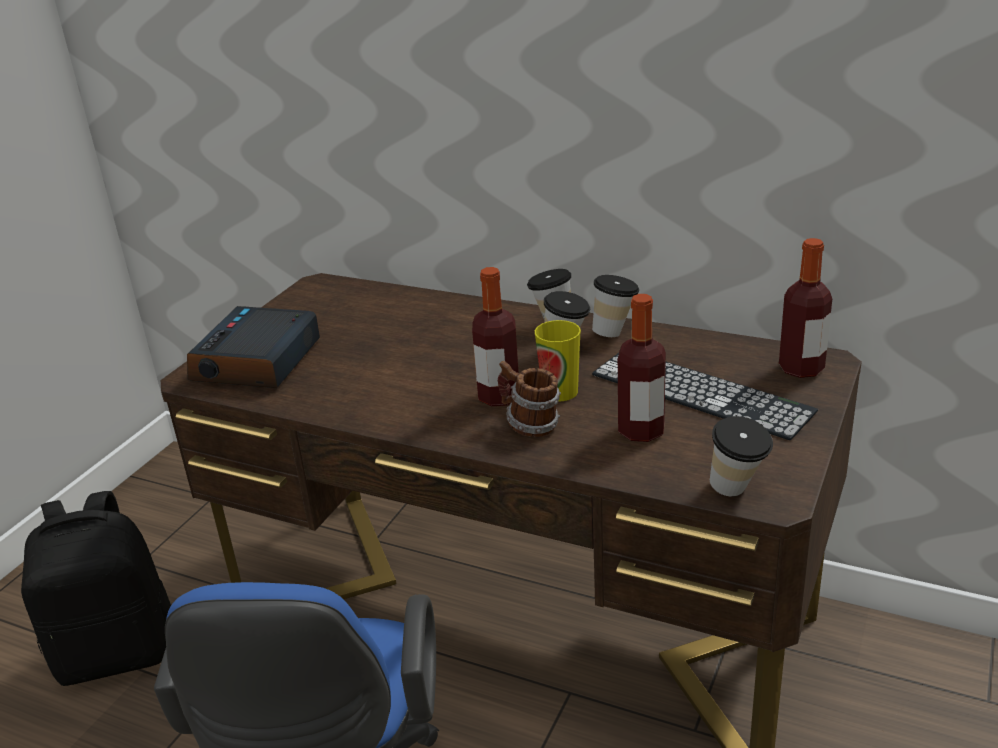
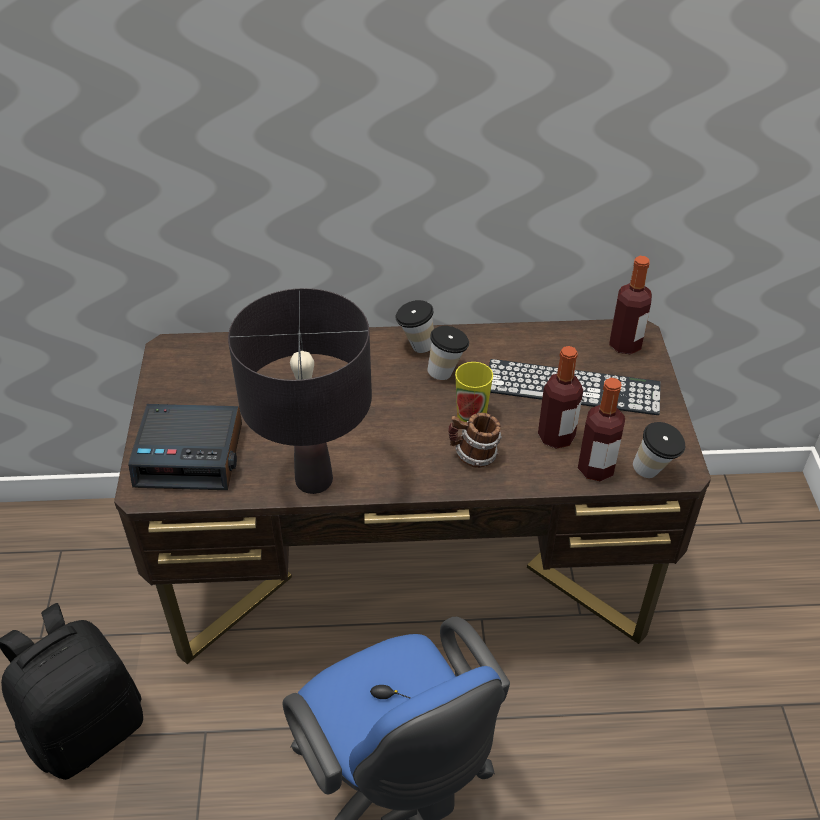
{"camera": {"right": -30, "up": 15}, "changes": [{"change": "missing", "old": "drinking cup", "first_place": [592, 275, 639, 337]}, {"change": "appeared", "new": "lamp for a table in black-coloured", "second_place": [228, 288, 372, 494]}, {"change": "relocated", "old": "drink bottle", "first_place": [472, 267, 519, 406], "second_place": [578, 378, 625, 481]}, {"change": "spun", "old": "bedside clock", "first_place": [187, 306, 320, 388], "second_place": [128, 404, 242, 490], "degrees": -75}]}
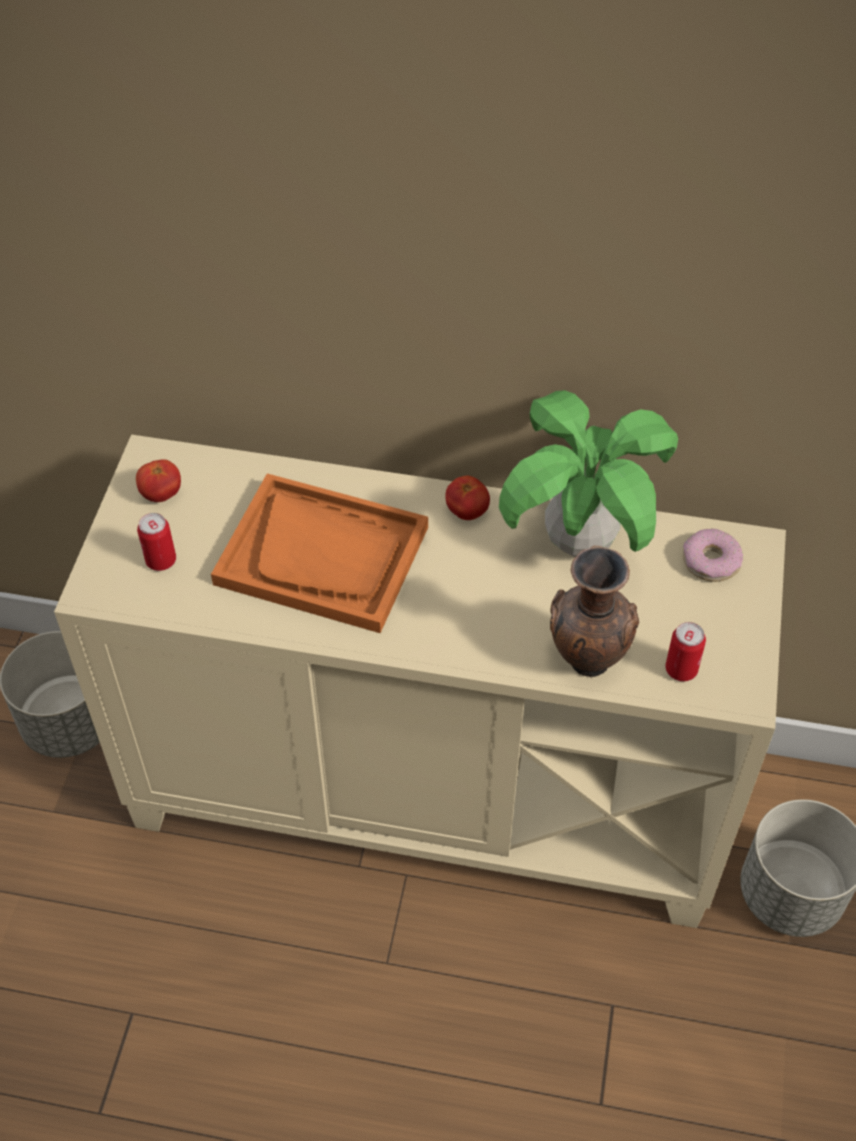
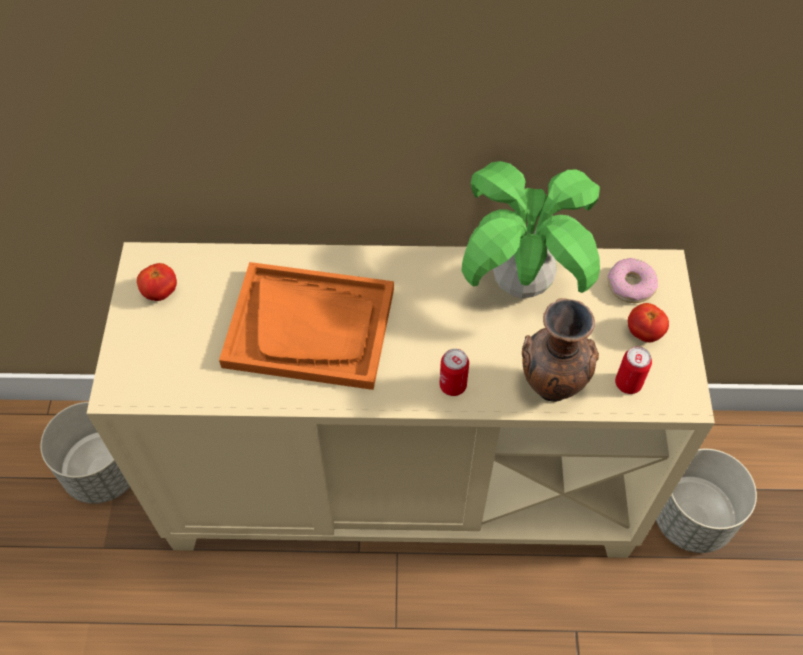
{"camera": {"right": -10, "up": 5}, "changes": [{"change": "relocated", "old": "can", "first_place": [137, 513, 176, 571], "second_place": [439, 349, 469, 396]}, {"change": "relocated", "old": "whole tomato", "first_place": [445, 476, 490, 520], "second_place": [628, 303, 669, 342]}]}
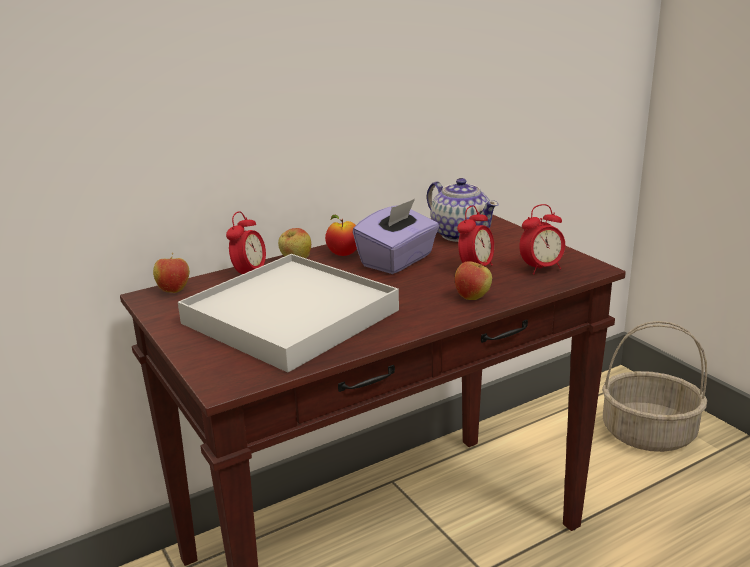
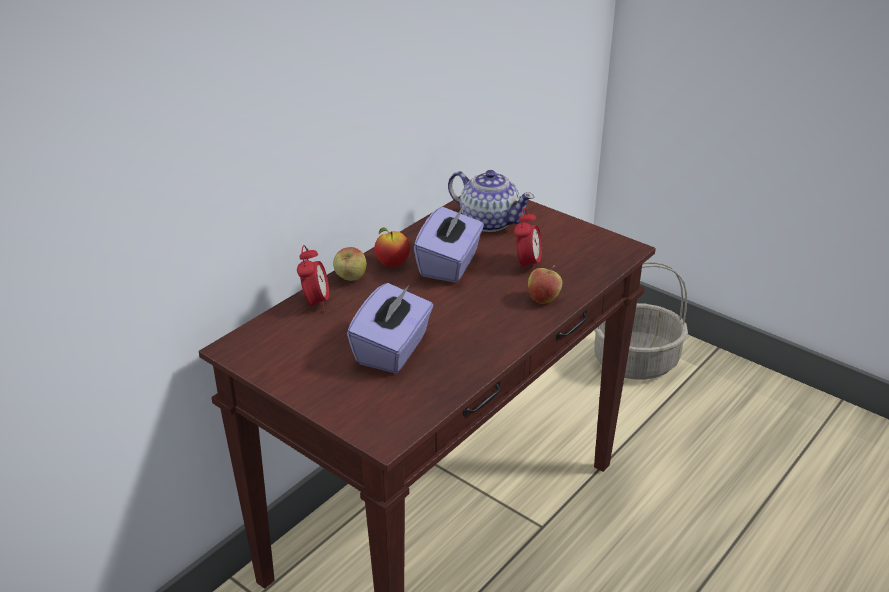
{"camera": {"right": -20, "up": 10}, "changes": [{"change": "missing", "old": "whole apple", "first_place": [153, 253, 190, 293]}, {"change": "missing", "old": "bedside clock", "first_place": [519, 204, 565, 274]}, {"change": "exchanged", "old": "carrying tray in whitish", "new": "tissue holder in purple", "first_place": [178, 254, 399, 373], "second_place": [347, 283, 433, 373]}]}
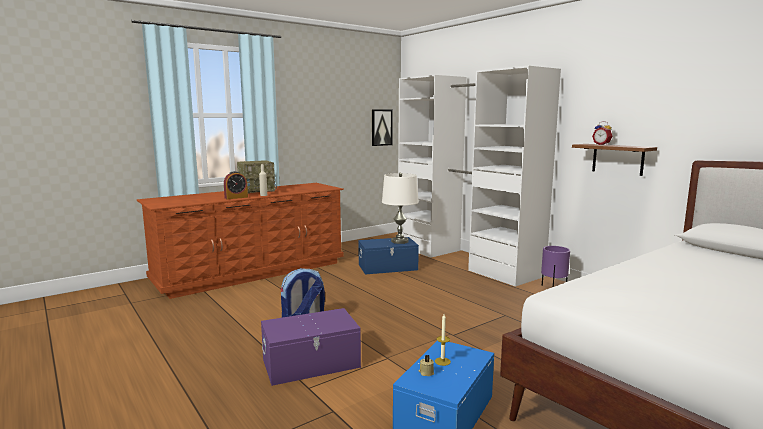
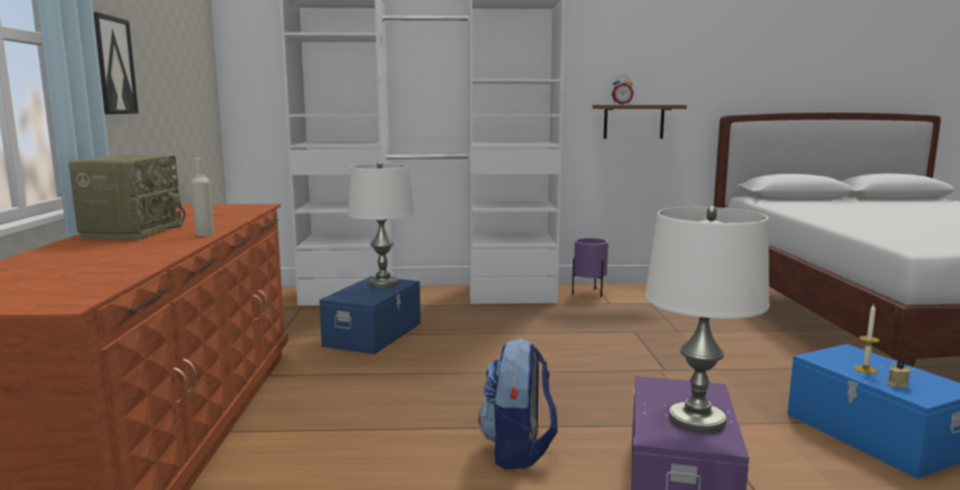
{"camera": {"right": -55, "up": 0}, "changes": [{"change": "missing", "old": "bedside clock", "first_place": [224, 171, 248, 199]}, {"change": "appeared", "new": "lamp for a table in whitish", "second_place": [645, 206, 770, 434]}, {"change": "relocated", "old": "wall picture", "first_place": [372, 109, 393, 146], "second_place": [93, 12, 139, 114]}]}
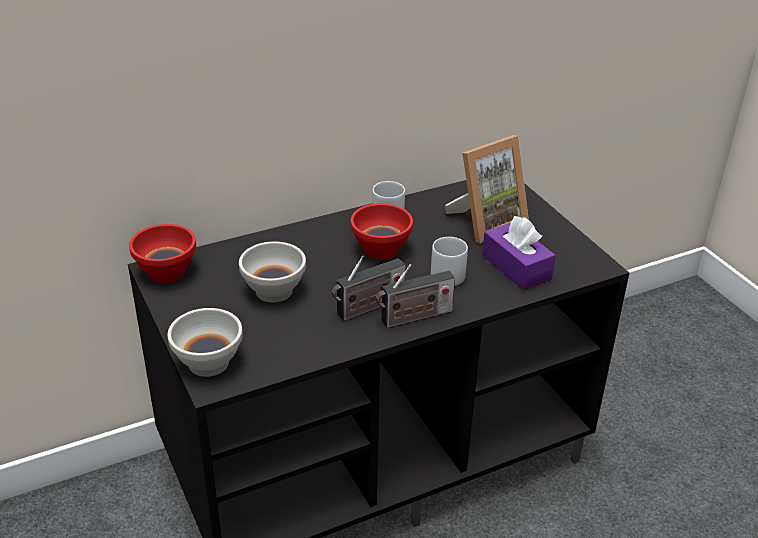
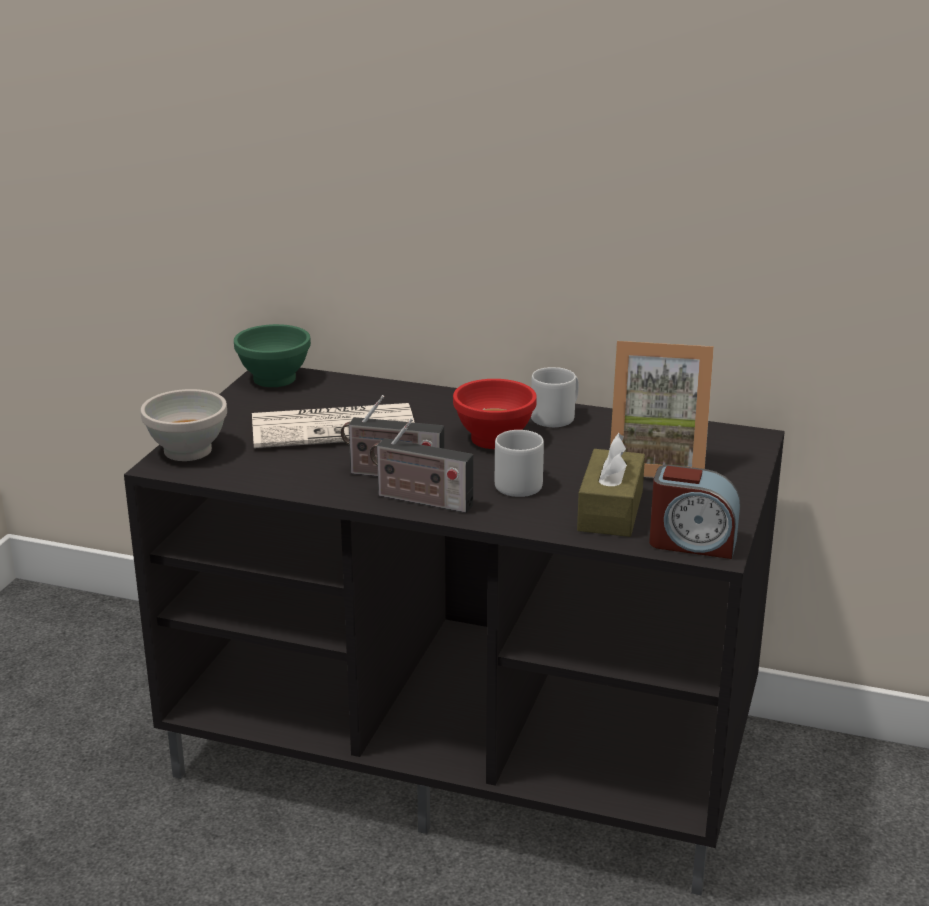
{"camera": {"right": 45, "up": -10}, "changes": [{"change": "appeared", "new": "bedside clock", "second_place": [649, 465, 740, 559]}, {"change": "exchanged", "old": "serving bowl in whitish", "new": "newspaper", "first_place": [239, 241, 306, 303], "second_place": [252, 403, 415, 448]}, {"change": "colour", "old": "serving bowl in red-coloured", "new": "serving bowl in greenish", "first_place": [129, 224, 196, 283], "second_place": [234, 324, 311, 387]}, {"change": "colour", "old": "tissue holder in purple", "new": "tissue holder in brown-coloured", "first_place": [482, 216, 556, 290], "second_place": [577, 433, 645, 537]}]}
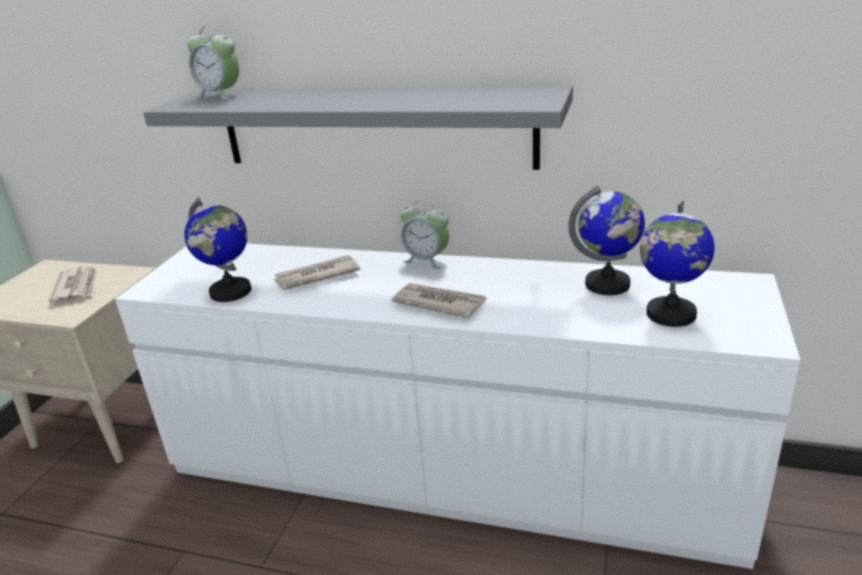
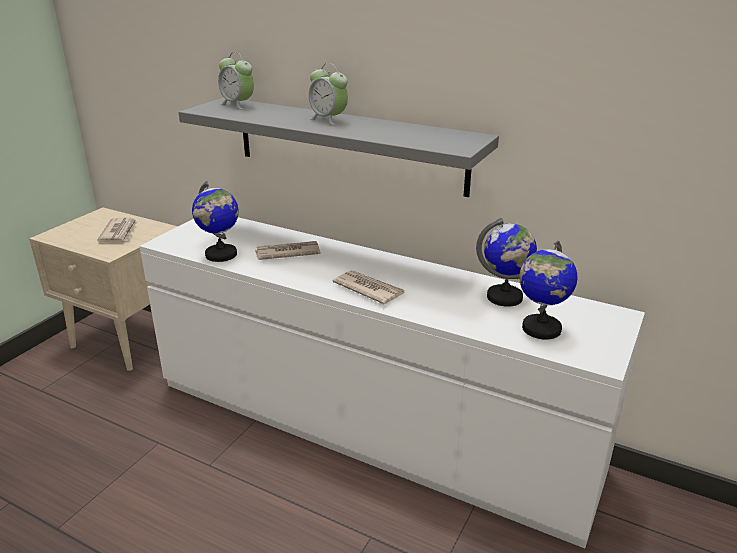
{"camera": {"right": 10, "up": 0}, "changes": [{"change": "relocated", "old": "bedside clock", "first_place": [400, 200, 449, 269], "second_place": [309, 63, 348, 125]}]}
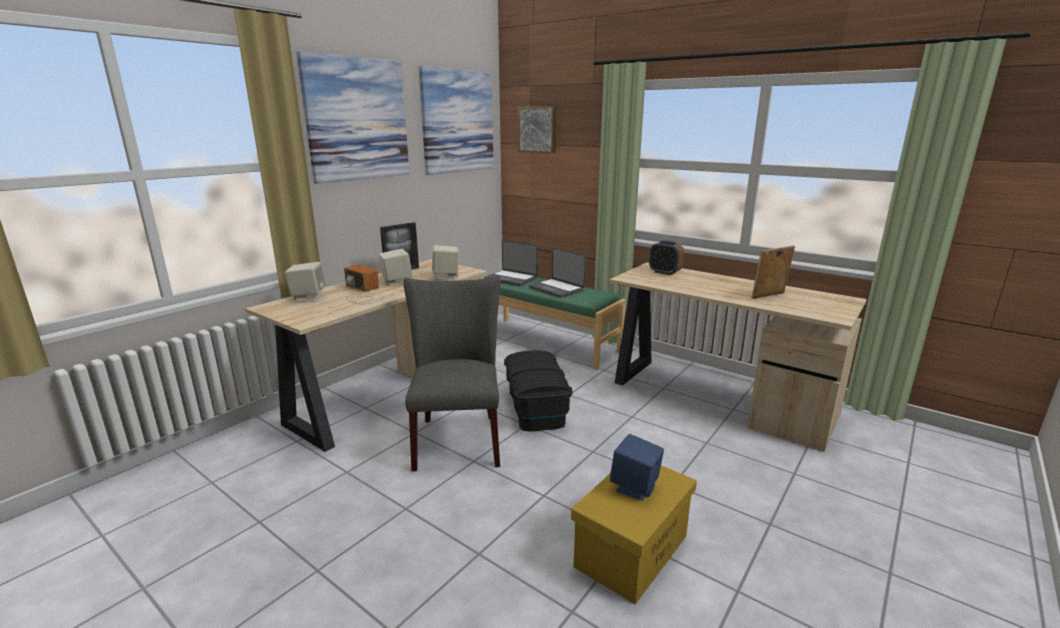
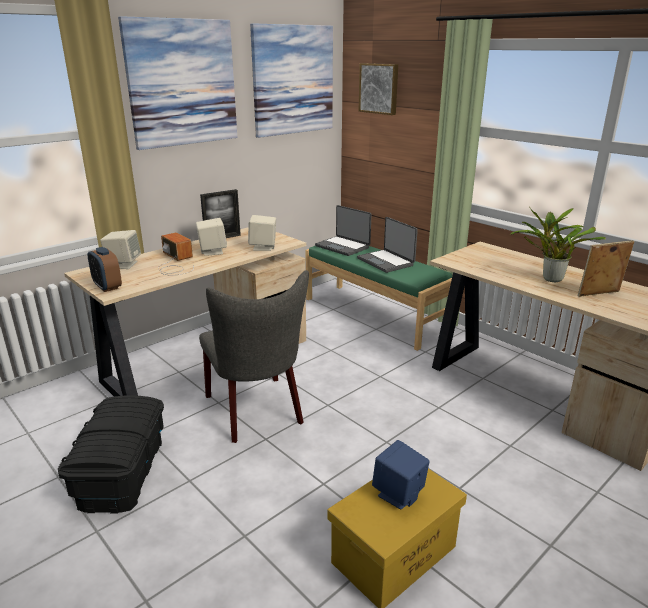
{"camera": {"right": 10, "up": 5}, "changes": [{"change": "appeared", "new": "potted plant", "second_place": [510, 207, 606, 282]}, {"change": "relocated", "old": "storage box in black-coloured", "first_place": [504, 350, 573, 432], "second_place": [58, 395, 164, 513]}, {"change": "relocated", "old": "bedside clock", "first_place": [649, 240, 684, 275], "second_place": [88, 247, 122, 292]}, {"change": "spun", "old": "plain chair in greyish", "first_place": [404, 276, 501, 471], "second_place": [199, 270, 309, 443], "degrees": 150}]}
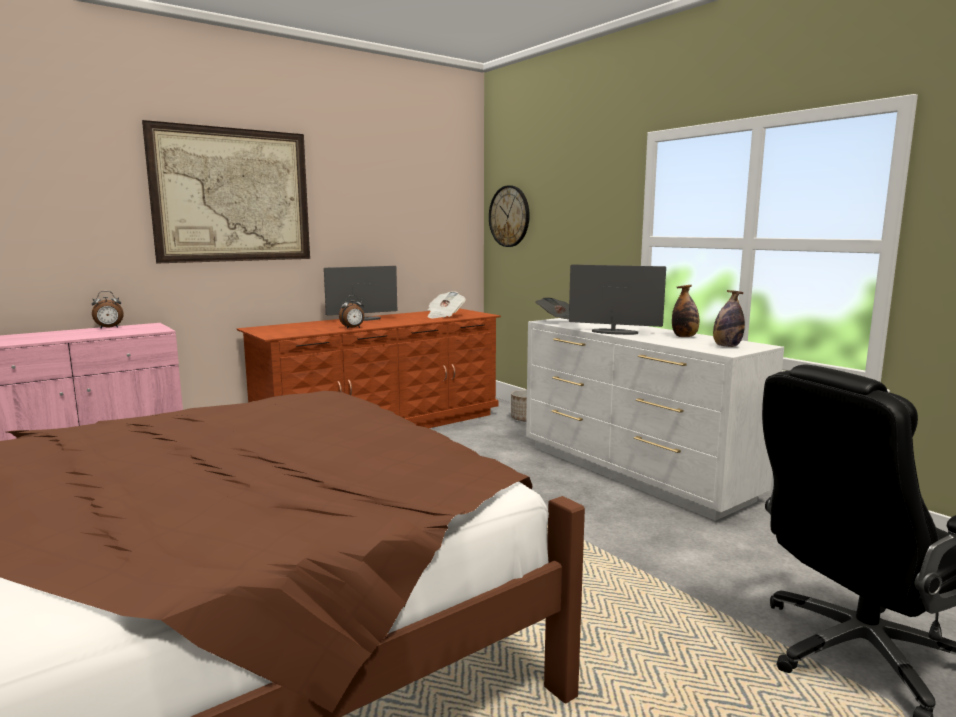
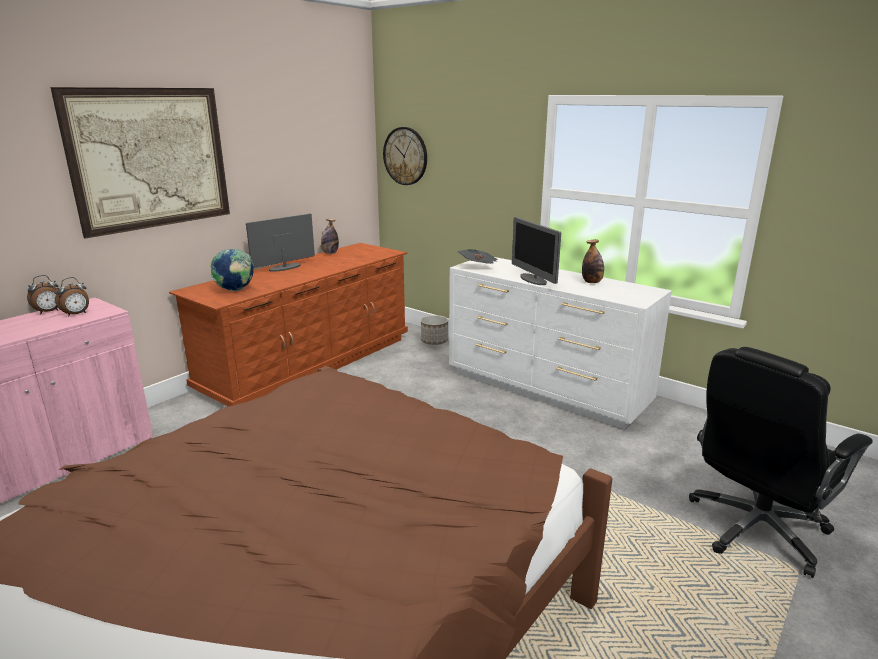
{"camera": {"right": -15, "up": 10}, "changes": [{"change": "missing", "old": "newspaper", "first_place": [427, 291, 466, 318]}, {"change": "appeared", "new": "desk globe", "second_place": [210, 249, 254, 291]}, {"change": "relocated", "old": "bedside clock", "first_place": [339, 295, 364, 329], "second_place": [55, 277, 89, 317]}, {"change": "relocated", "old": "drink bottle", "first_place": [713, 290, 745, 347], "second_place": [321, 219, 339, 254]}, {"change": "spun", "old": "monitor", "first_place": [569, 264, 666, 335], "second_place": [512, 217, 561, 285], "degrees": -120}]}
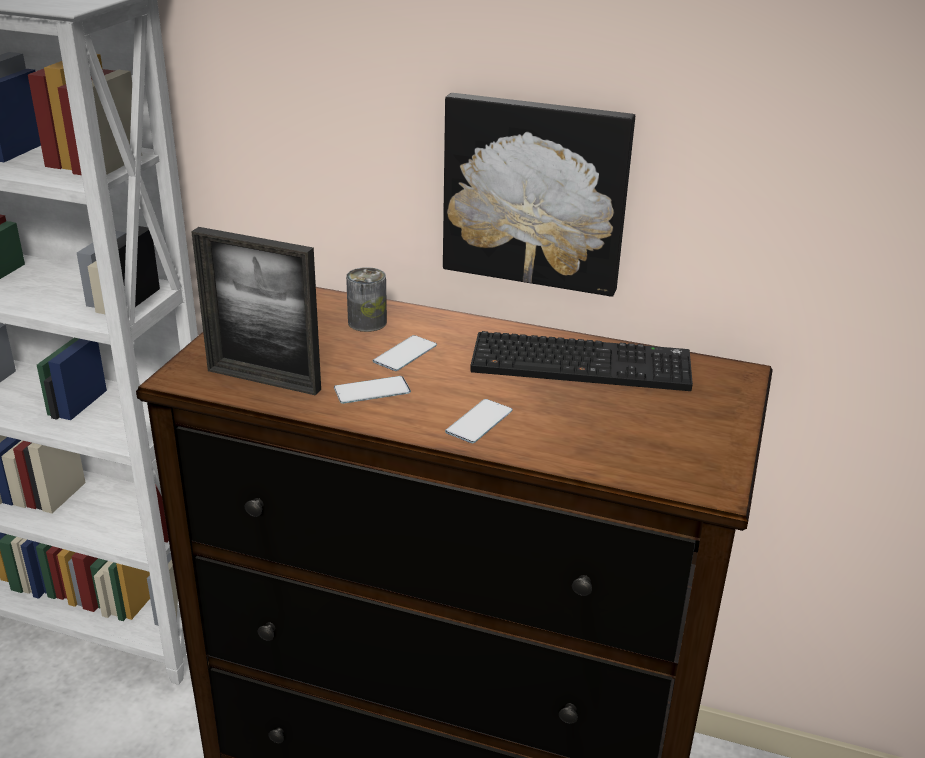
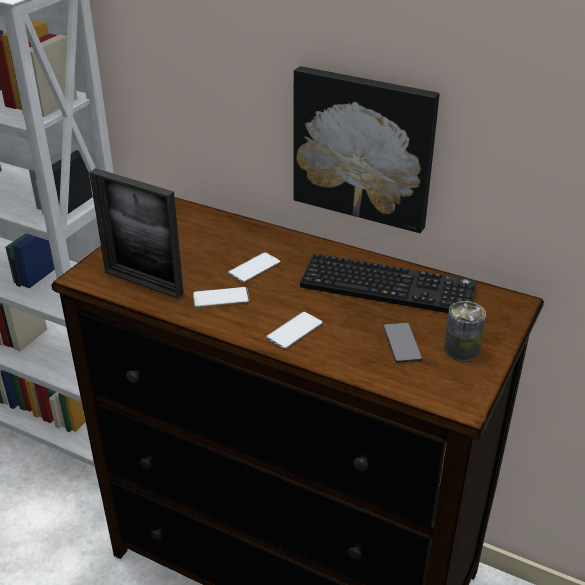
{"camera": {"right": 10, "up": 5}, "changes": [{"change": "appeared", "new": "phone", "second_place": [383, 322, 422, 363]}, {"change": "relocated", "old": "can", "first_place": [346, 267, 387, 332], "second_place": [444, 301, 486, 361]}]}
